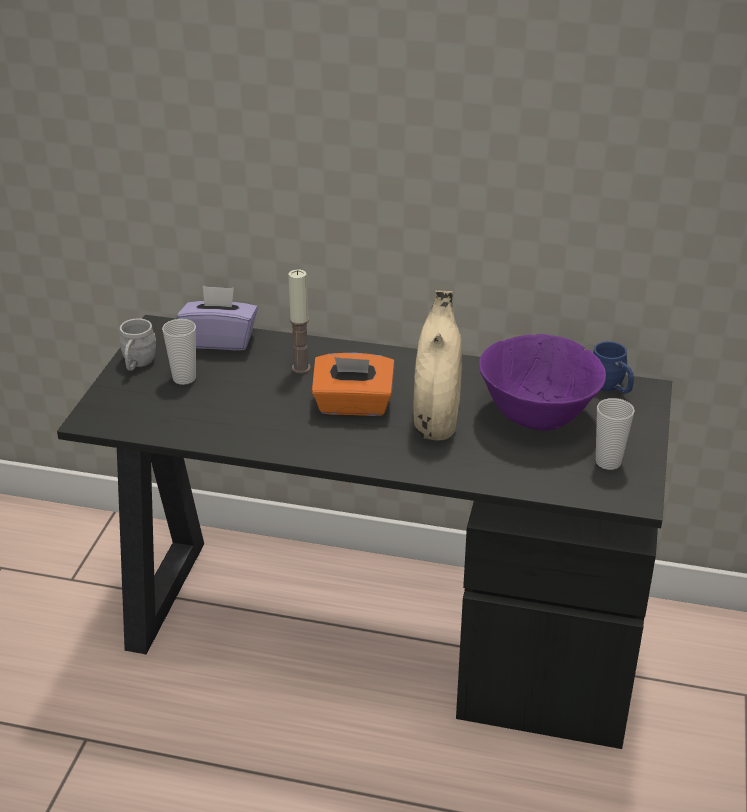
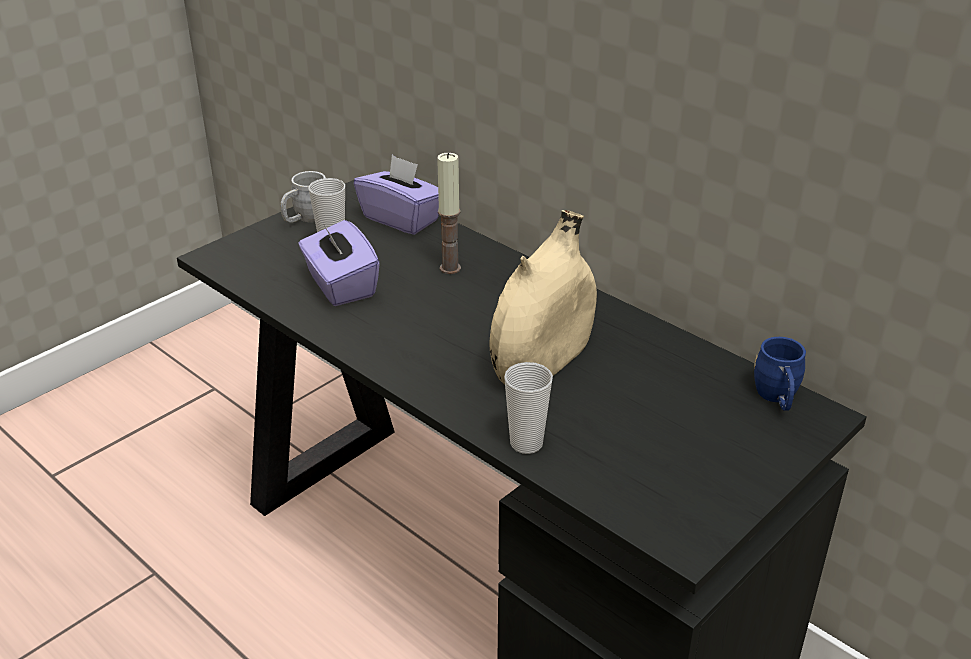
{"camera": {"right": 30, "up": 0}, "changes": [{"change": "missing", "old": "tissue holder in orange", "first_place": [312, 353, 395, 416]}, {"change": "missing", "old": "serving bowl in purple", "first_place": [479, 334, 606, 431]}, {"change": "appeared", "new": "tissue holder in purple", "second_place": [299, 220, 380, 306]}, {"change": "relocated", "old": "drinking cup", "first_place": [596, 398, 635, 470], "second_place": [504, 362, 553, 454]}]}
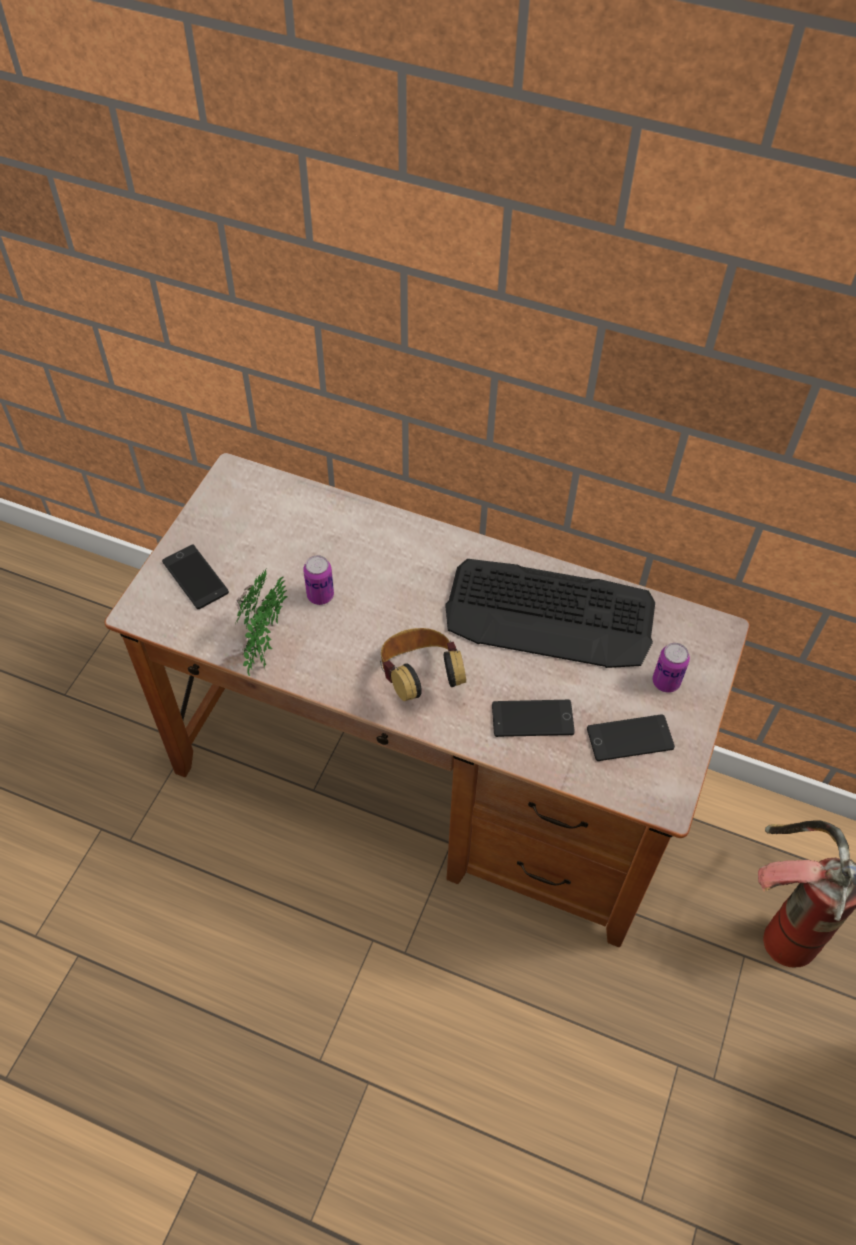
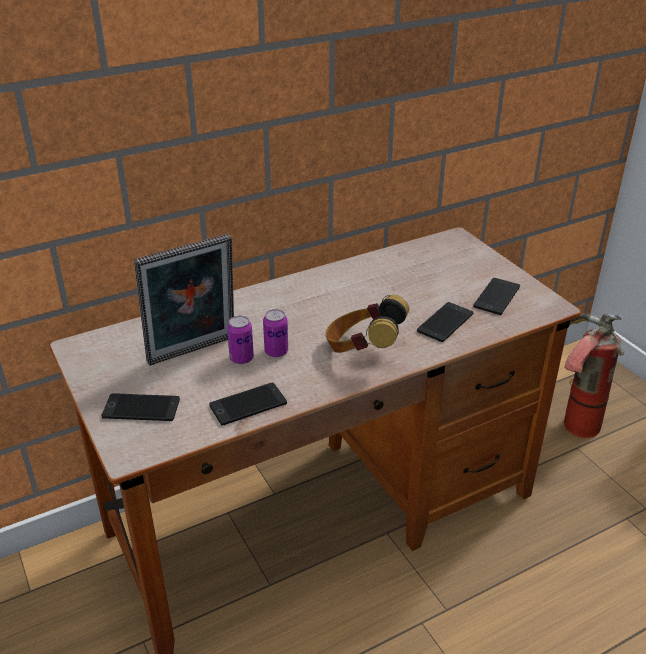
{"camera": {"right": -50, "up": -20}, "changes": [{"change": "missing", "old": "computer keyboard", "first_place": [445, 559, 655, 668]}, {"change": "appeared", "new": "photo frame", "second_place": [134, 234, 234, 365]}, {"change": "relocated", "old": "can", "first_place": [652, 643, 690, 693], "second_place": [263, 309, 288, 357]}, {"change": "exchanged", "old": "potted plant", "new": "phone", "first_place": [235, 569, 288, 676], "second_place": [209, 383, 287, 426]}]}
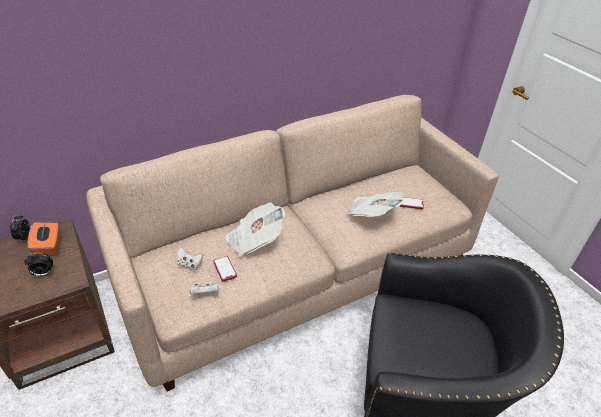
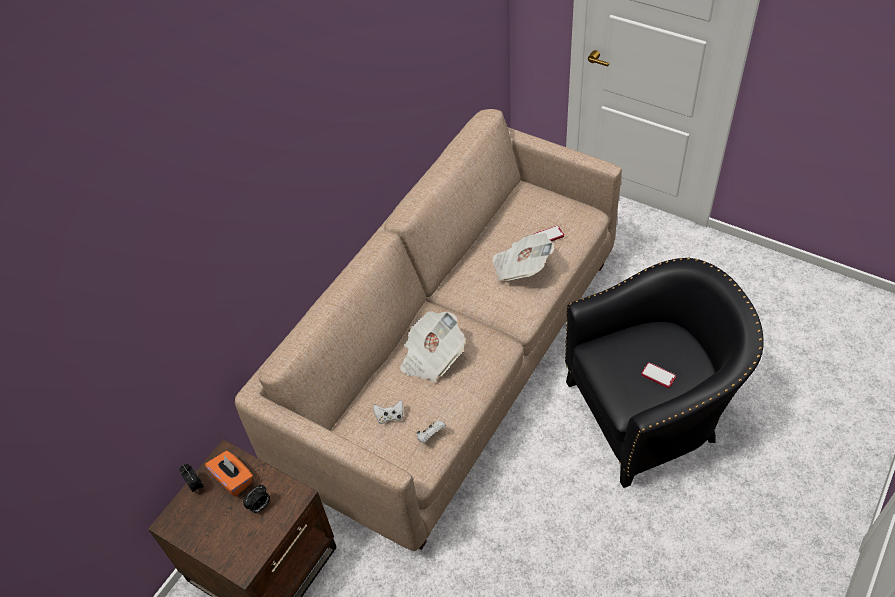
{"camera": {"right": -25, "up": 10}, "changes": [{"change": "relocated", "old": "phone", "first_place": [213, 256, 237, 282], "second_place": [641, 363, 676, 388]}]}
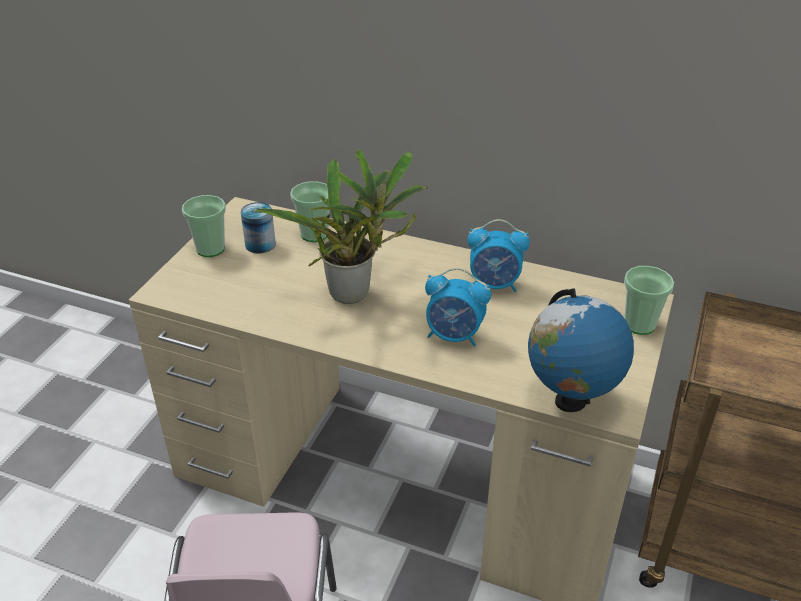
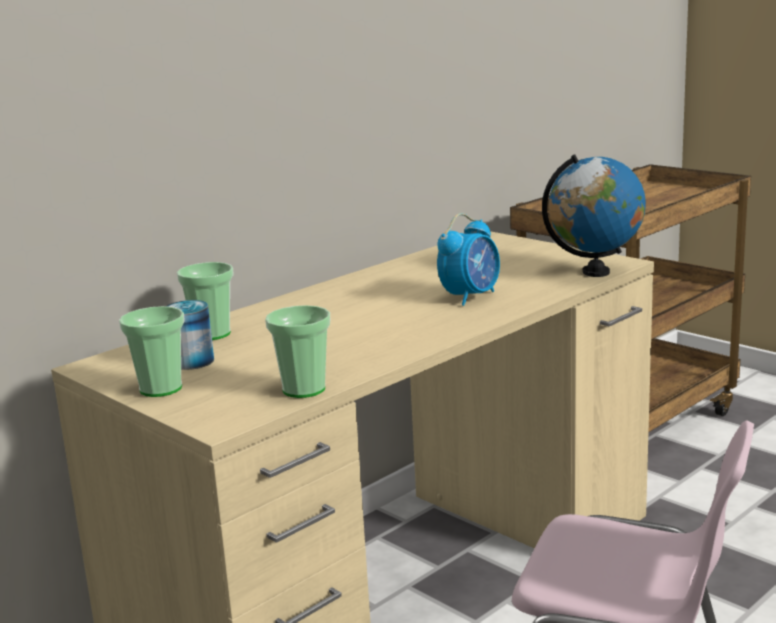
{"camera": {"right": -65, "up": -20}, "changes": [{"change": "missing", "old": "potted plant", "first_place": [254, 149, 428, 304]}, {"change": "missing", "old": "bedside clock", "first_place": [468, 219, 530, 292]}, {"change": "relocated", "old": "drinking cup", "first_place": [624, 266, 674, 335], "second_place": [265, 305, 330, 398]}]}
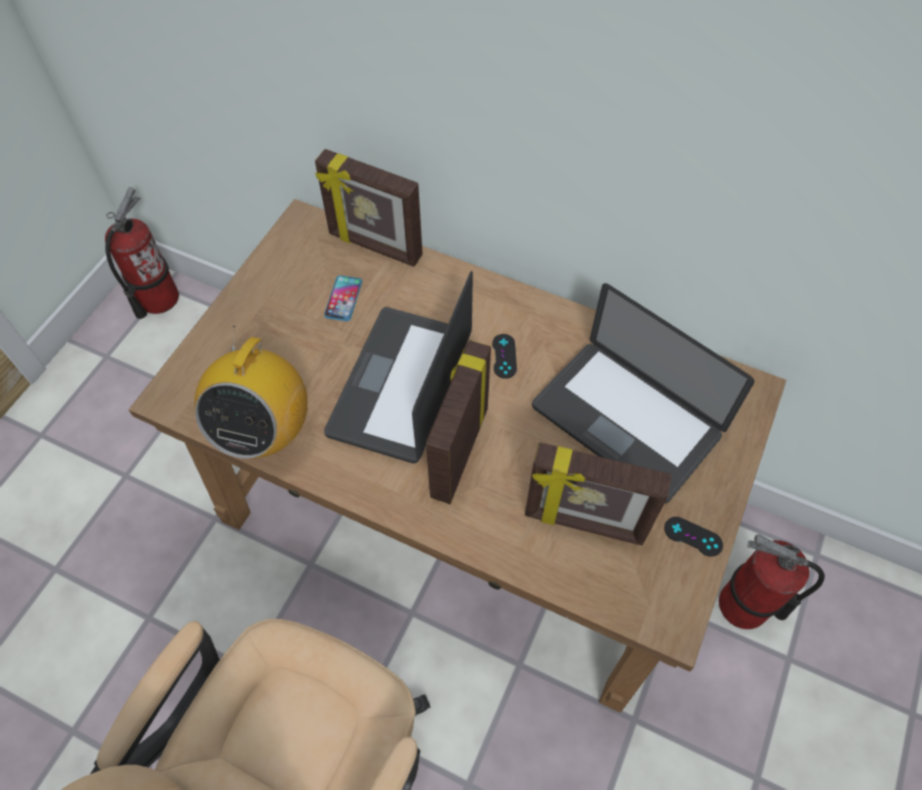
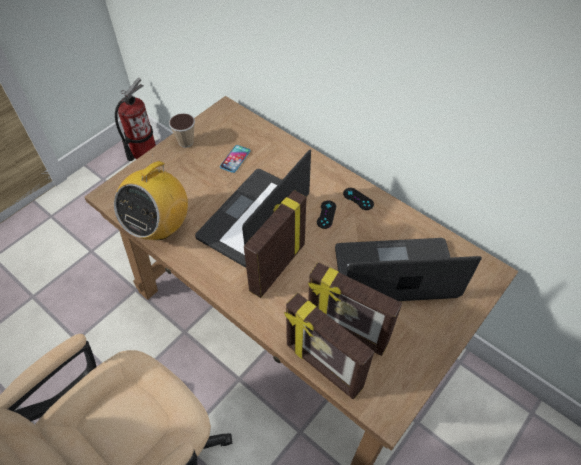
{"camera": {"right": 15, "up": -5}, "changes": [{"change": "missing", "old": "fire extinguisher", "first_place": [719, 534, 825, 629]}, {"change": "appeared", "new": "drinking cup", "second_place": [169, 113, 195, 148]}, {"change": "relocated", "old": "photo frame", "first_place": [315, 149, 423, 267], "second_place": [284, 293, 374, 399]}, {"change": "relocated", "old": "joypad in black-coloured", "first_place": [664, 517, 723, 557], "second_place": [343, 188, 374, 210]}, {"change": "spun", "old": "laptop", "first_place": [532, 283, 754, 503], "second_place": [335, 238, 482, 301], "degrees": 120}]}
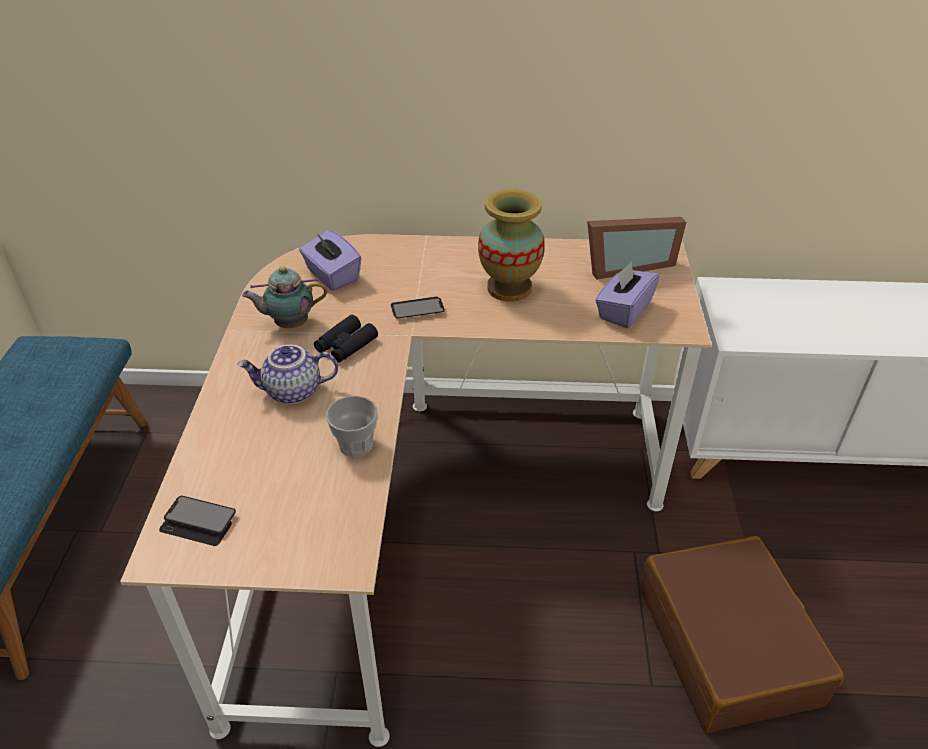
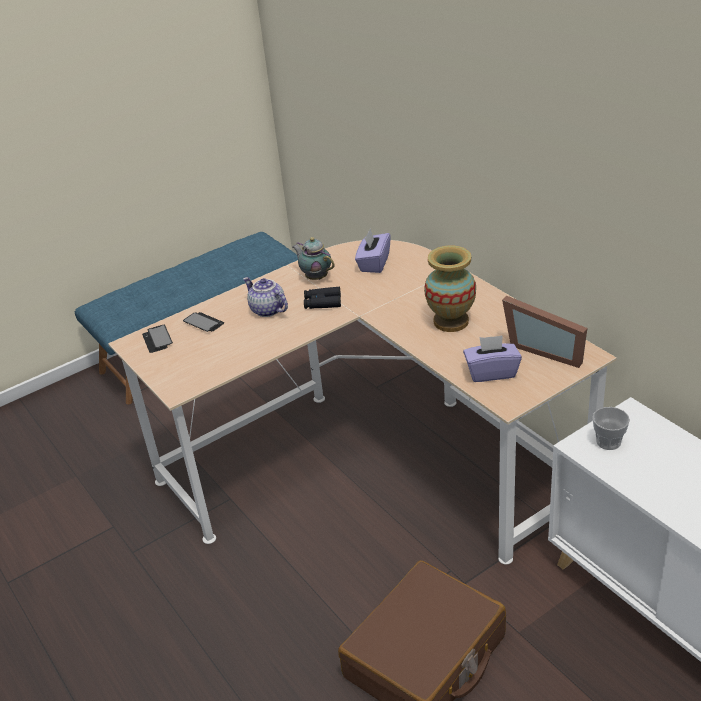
{"camera": {"right": 55, "up": -5}, "changes": [{"change": "relocated", "old": "drinking cup", "first_place": [326, 396, 378, 457], "second_place": [592, 407, 630, 450]}, {"change": "relocated", "old": "phone", "first_place": [391, 297, 445, 319], "second_place": [183, 312, 224, 332]}]}
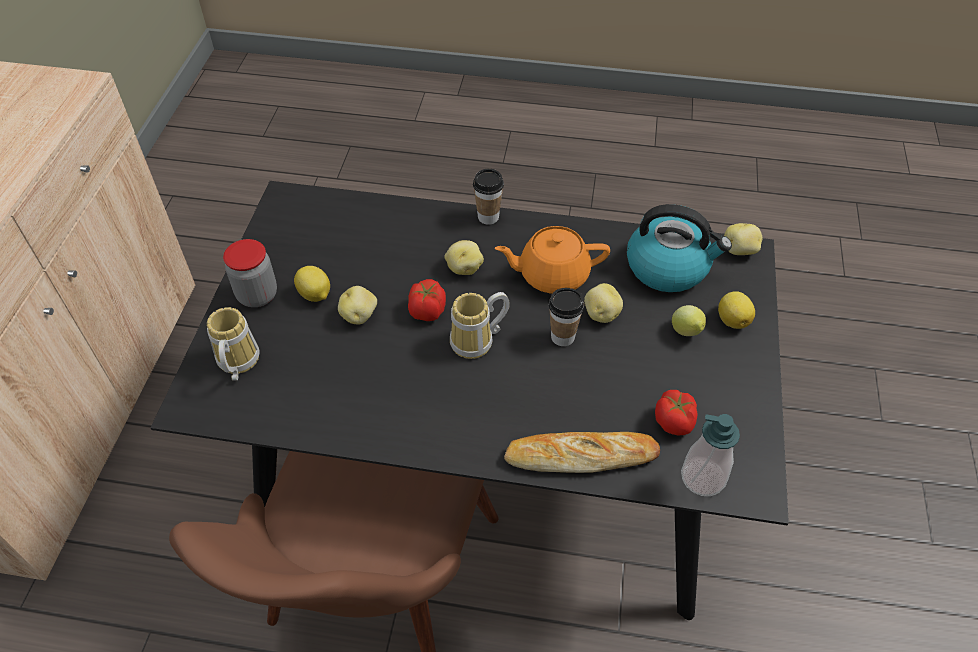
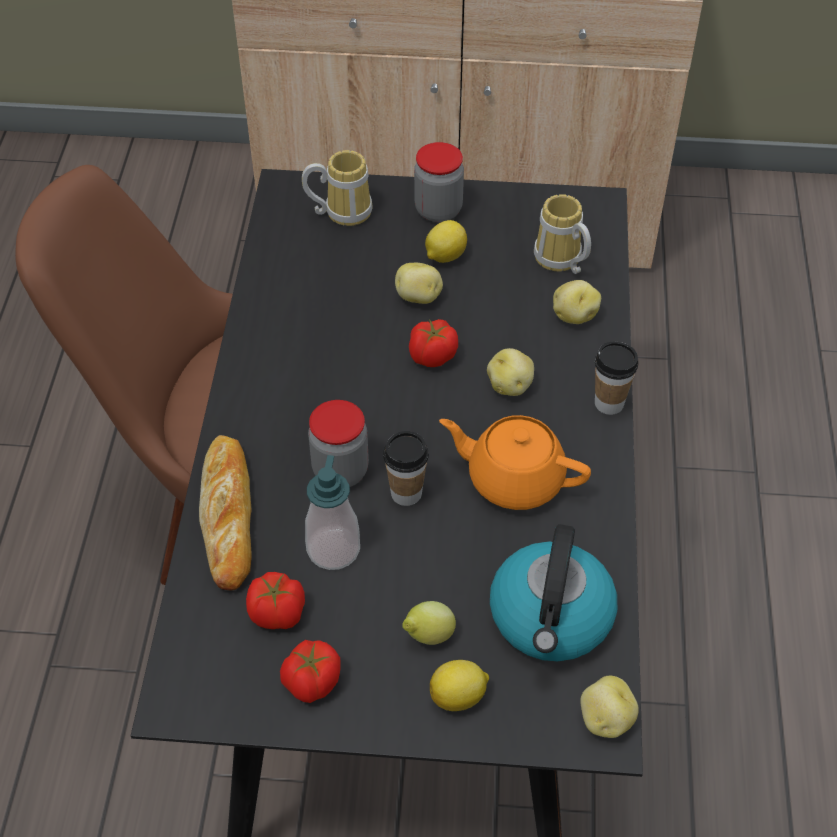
{"camera": {"right": 85, "up": 0}, "changes": [{"change": "appeared", "new": "whole tomato", "second_place": [280, 640, 340, 703]}, {"change": "appeared", "new": "jar", "second_place": [308, 400, 369, 487]}, {"change": "relocated", "old": "tea mug", "first_place": [450, 292, 510, 359], "second_place": [534, 194, 591, 274]}, {"change": "relocated", "old": "spud", "first_place": [584, 283, 623, 323], "second_place": [553, 280, 601, 324]}, {"change": "relocated", "old": "soap dispenser", "first_place": [681, 414, 740, 496], "second_place": [305, 455, 360, 570]}, {"change": "spun", "old": "pot for tea in orange", "first_place": [495, 226, 610, 294], "second_place": [439, 415, 591, 510], "degrees": -60}]}
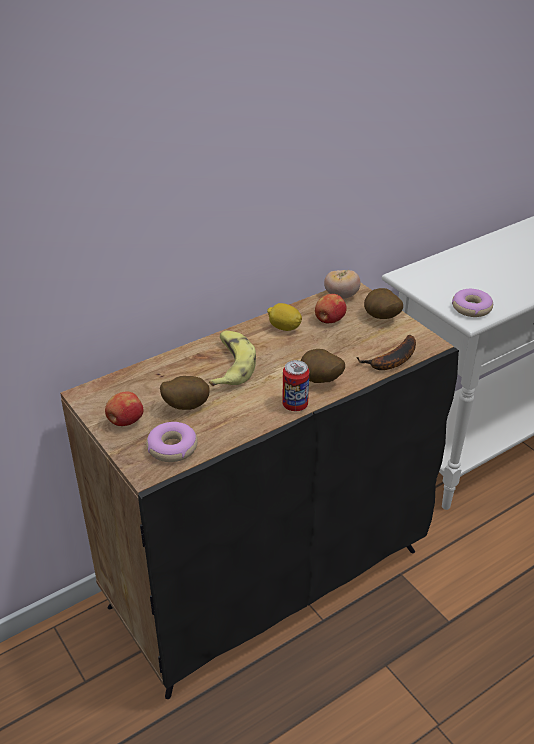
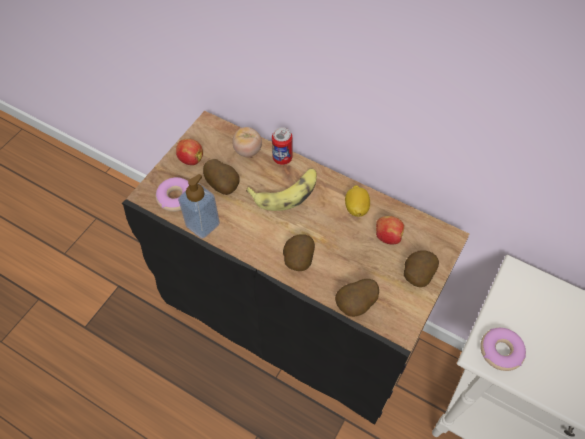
{"camera": {"right": 65, "up": 20}, "changes": [{"change": "appeared", "new": "soap dispenser", "second_place": [178, 174, 220, 239]}, {"change": "relocated", "old": "can", "first_place": [282, 360, 309, 411], "second_place": [272, 127, 292, 165]}, {"change": "relocated", "old": "whole tomato", "first_place": [324, 270, 361, 299], "second_place": [232, 127, 262, 157]}, {"change": "exchanged", "old": "banana fruit", "new": "spud", "first_place": [357, 335, 416, 370], "second_place": [335, 279, 379, 317]}]}
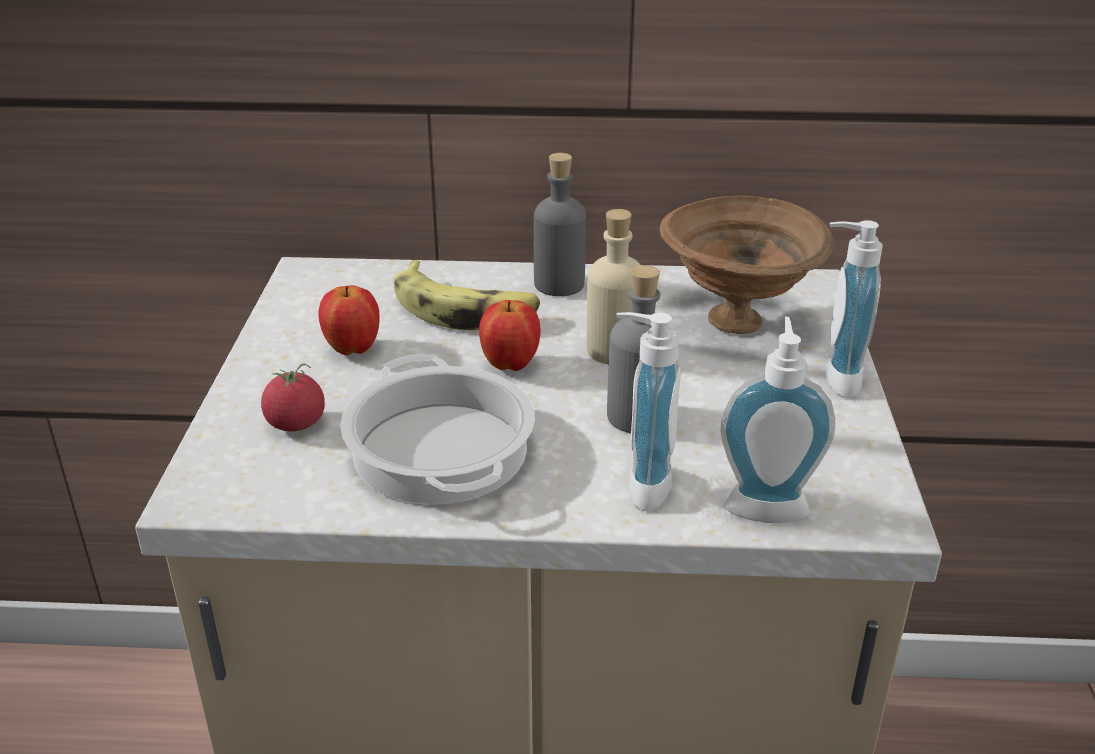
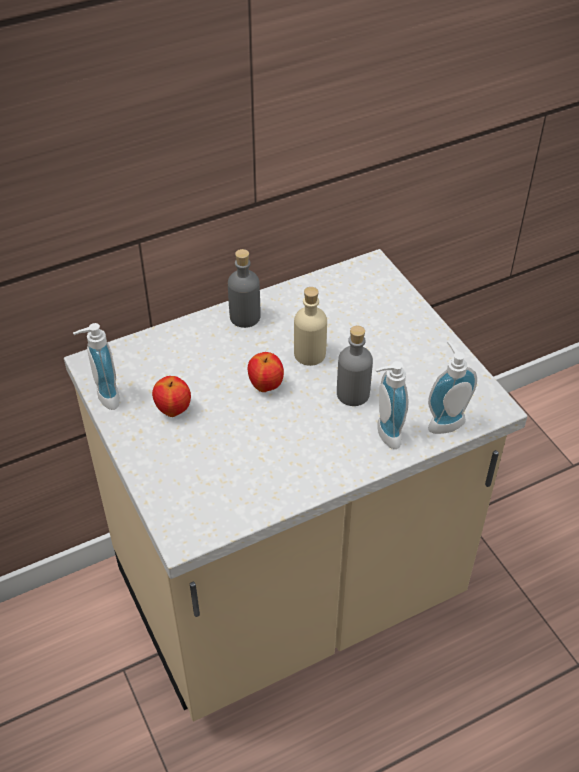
{"camera": {"right": -30, "up": 15}, "changes": [{"change": "missing", "old": "whole tomato", "first_place": [261, 363, 325, 431]}, {"change": "missing", "old": "saucepot", "first_place": [340, 354, 535, 504]}, {"change": "missing", "old": "banana fruit", "first_place": [394, 260, 540, 330]}, {"change": "missing", "old": "serving bowl in brown-coloured", "first_place": [660, 195, 834, 334]}, {"change": "relocated", "old": "soap dispenser", "first_place": [825, 220, 883, 398], "second_place": [73, 323, 120, 410]}]}
